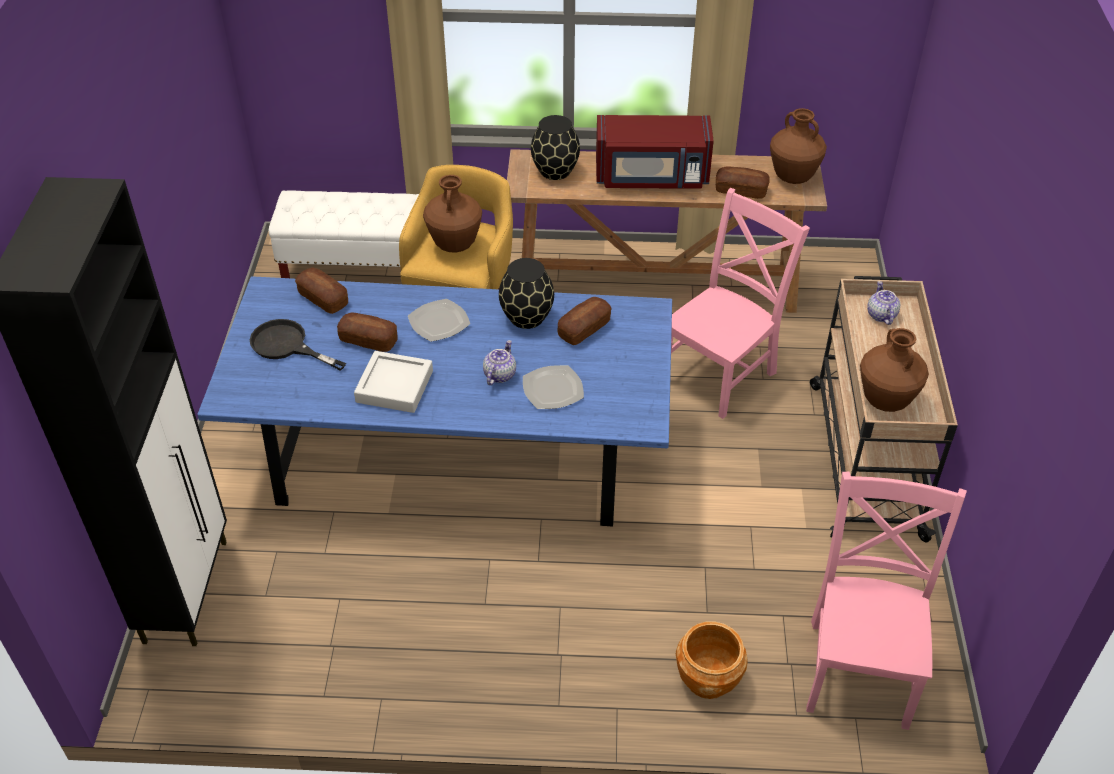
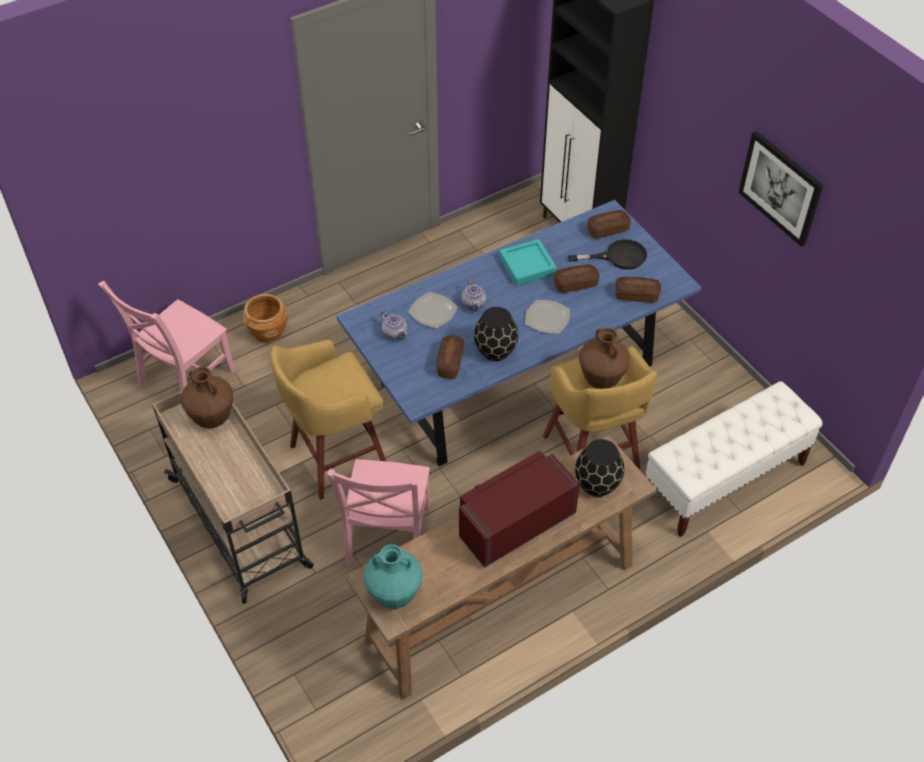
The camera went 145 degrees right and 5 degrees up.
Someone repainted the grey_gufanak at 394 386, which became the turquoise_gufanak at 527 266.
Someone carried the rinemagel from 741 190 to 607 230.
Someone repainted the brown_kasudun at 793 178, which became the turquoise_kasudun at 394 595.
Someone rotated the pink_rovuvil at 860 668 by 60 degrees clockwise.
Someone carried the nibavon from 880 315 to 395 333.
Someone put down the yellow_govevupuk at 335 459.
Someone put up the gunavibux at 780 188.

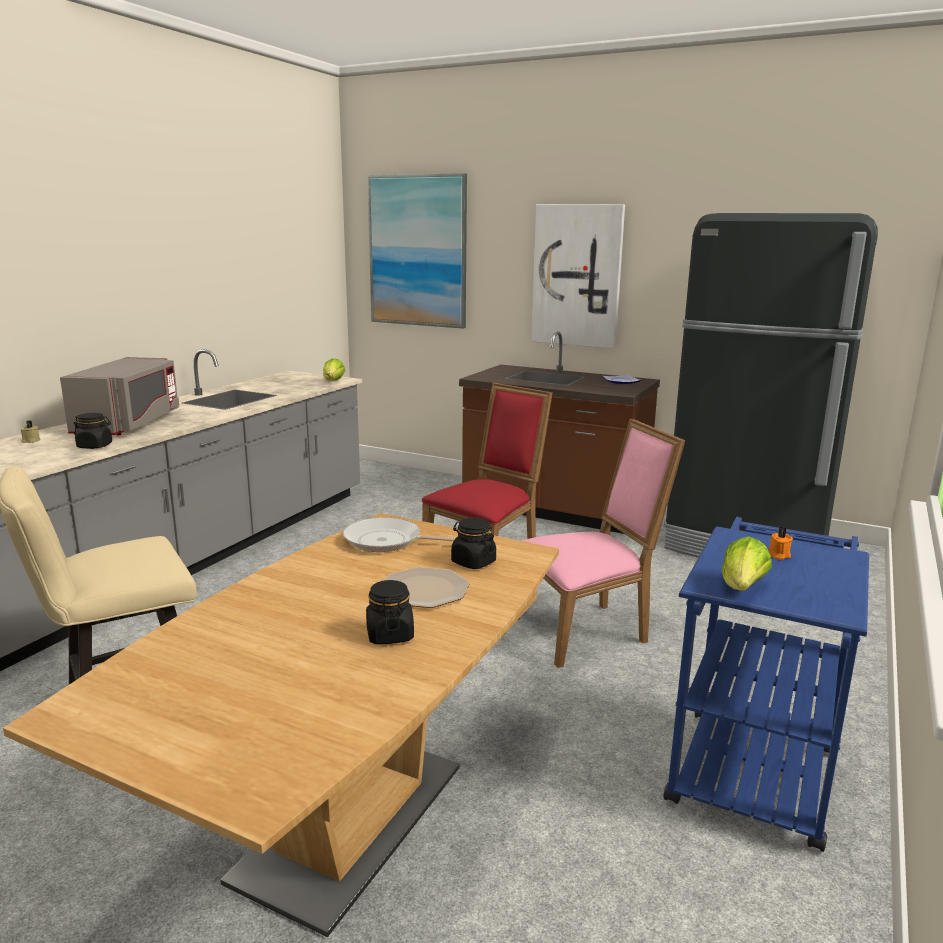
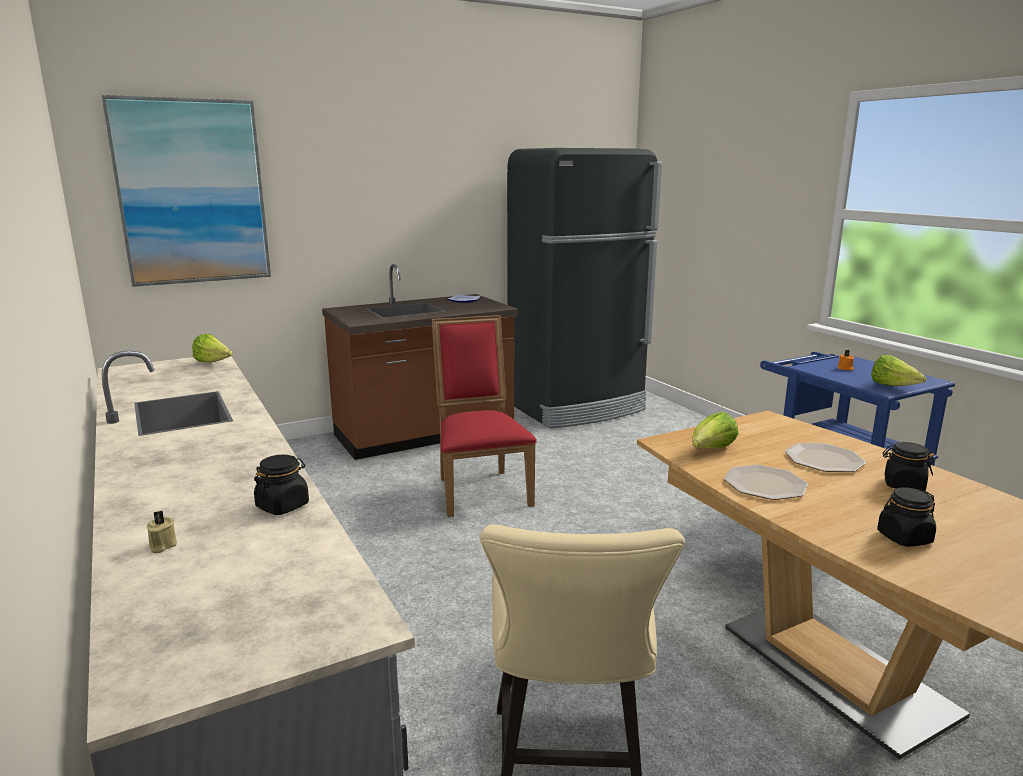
The camera went 55 degrees left and 0 degrees up.
Someone took away the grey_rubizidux at 129 424.
Someone swapped the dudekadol at 387 541 for the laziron at 711 450.
Someone carried the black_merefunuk from 473 562 to 904 538.
Someone took away the pink_rovuvil at 587 630.
Someone took away the gunavibux at 577 276.
Someone put down the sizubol at 765 484.

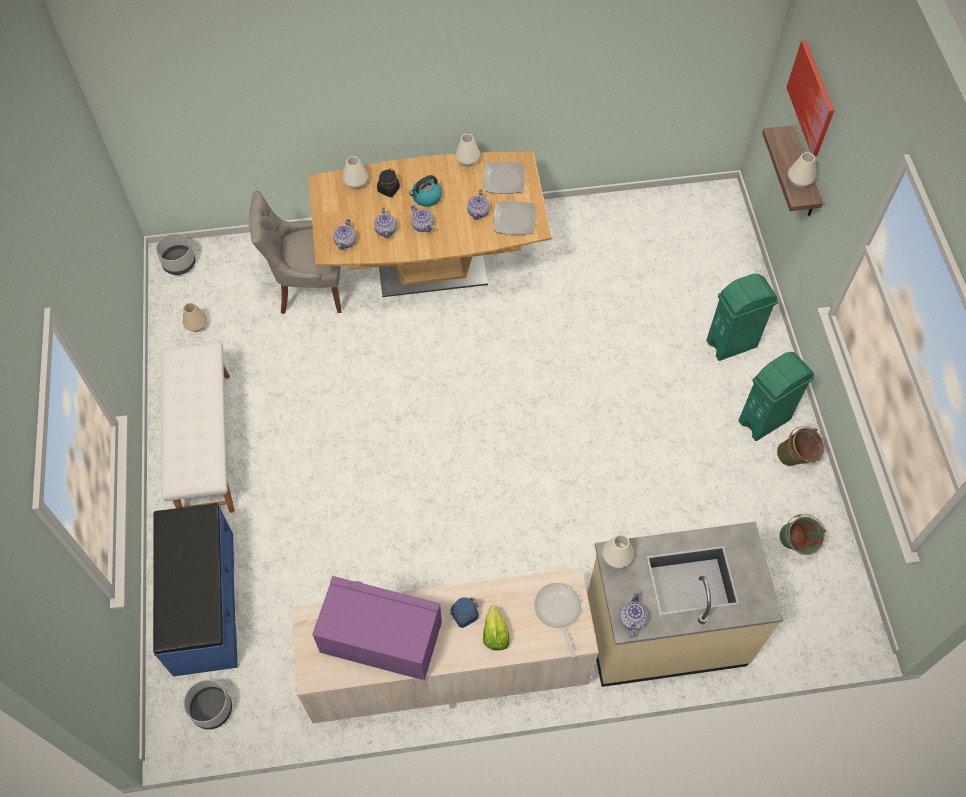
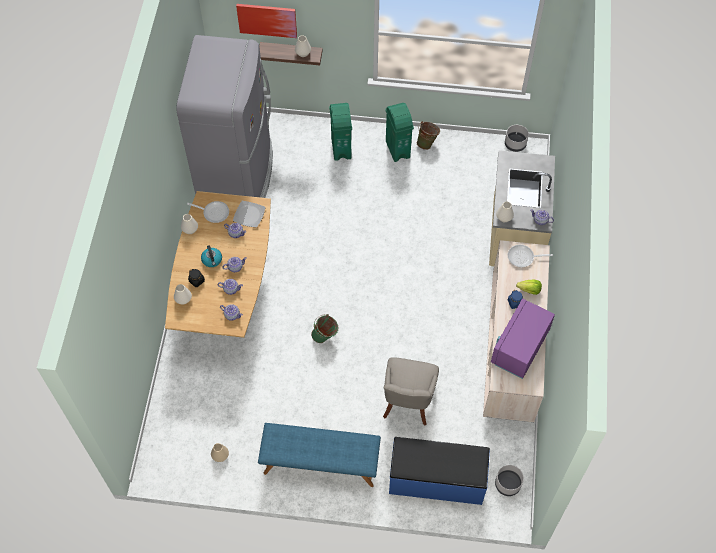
The camera went 75 degrees left and 0 degrees up.
Someone carried the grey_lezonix from 179 263 to 515 144.
Someone repainted the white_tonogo at 204 444, which became the blue_tonogo at 320 463.
Someone carried the grey_rovuvil from 309 288 to 407 403.
Someone swapped the sizubol at 504 179 for the dudekadol at 214 212.
Someone carried the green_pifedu from 794 547 to 325 337.
Someone put down the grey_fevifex at 238 176.

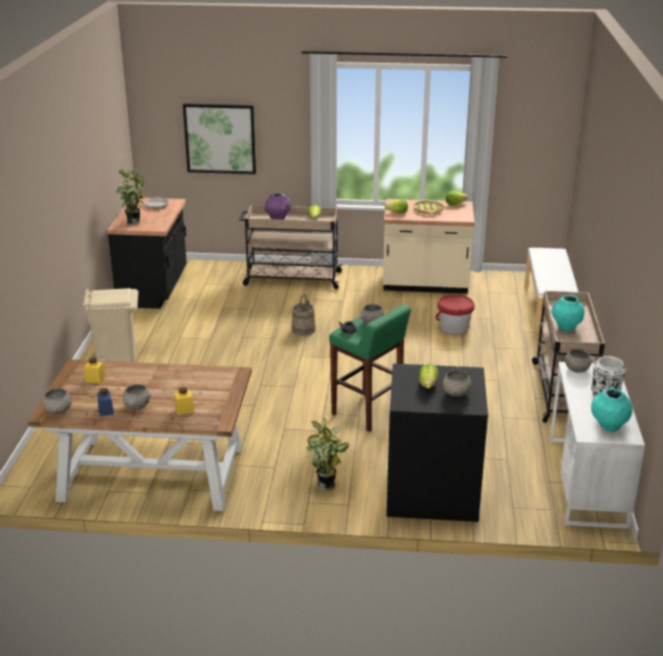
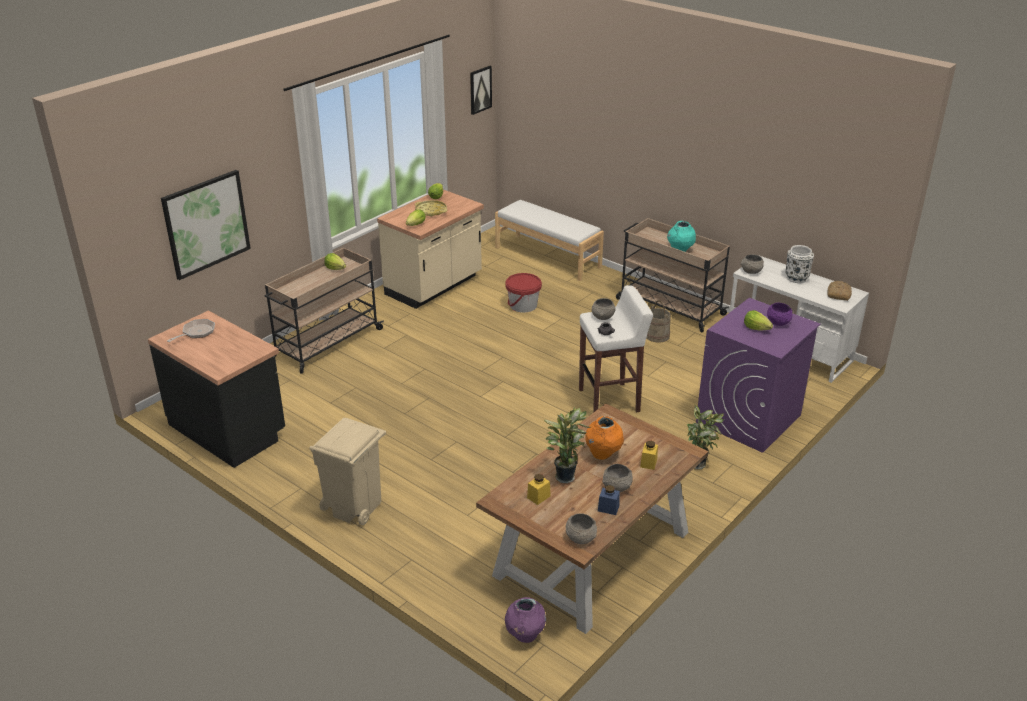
The camera went 55 degrees left and 5 degrees up.
Someone carried the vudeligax from 135 222 to 565 476.
Someone carried the purple_kasudun from 278 220 to 525 635.
Someone carried the beige_pifedu from 303 330 to 657 335.
Someone repainted the green_govevupuk at 367 413, which became the white_govevupuk at 610 400.
Someone repainted the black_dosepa at 431 492, which became the purple_dosepa at 748 419.
Someone repainted the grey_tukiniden at 456 393, which became the purple_tukiniden at 778 322.
Someone swapped the turquoise_kasudun at 609 427 for the rinemagel at 838 294.
Someone put up the gunavibux at 480 89.
Someone put down the orange_kasudun at 603 454.

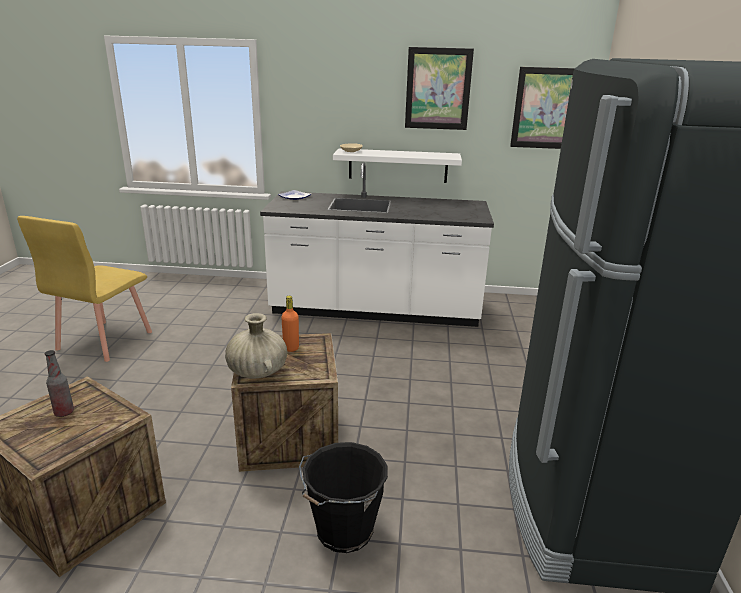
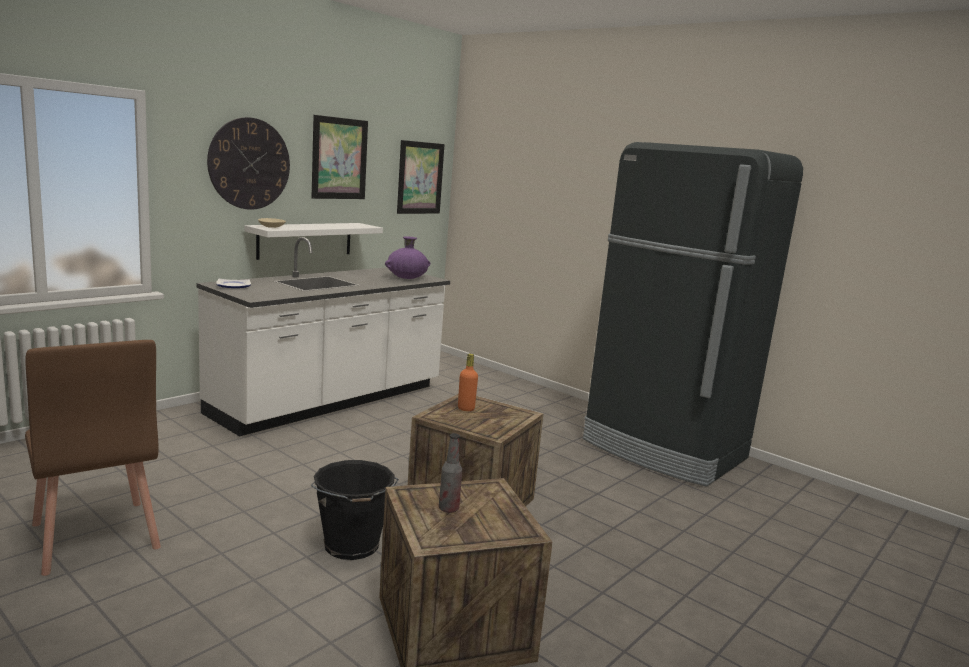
The camera went 55 degrees left and 10 degrees down.
Someone repainted the yellow_rovuvil at 104 341, which became the brown_rovuvil at 94 537.
Someone took away the beige_kasudun at 258 371.
Someone carried the black_pifedu from 343 532 to 351 546.
Someone put up the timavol at 249 164.
Someone put down the purple_kasudun at 406 278.

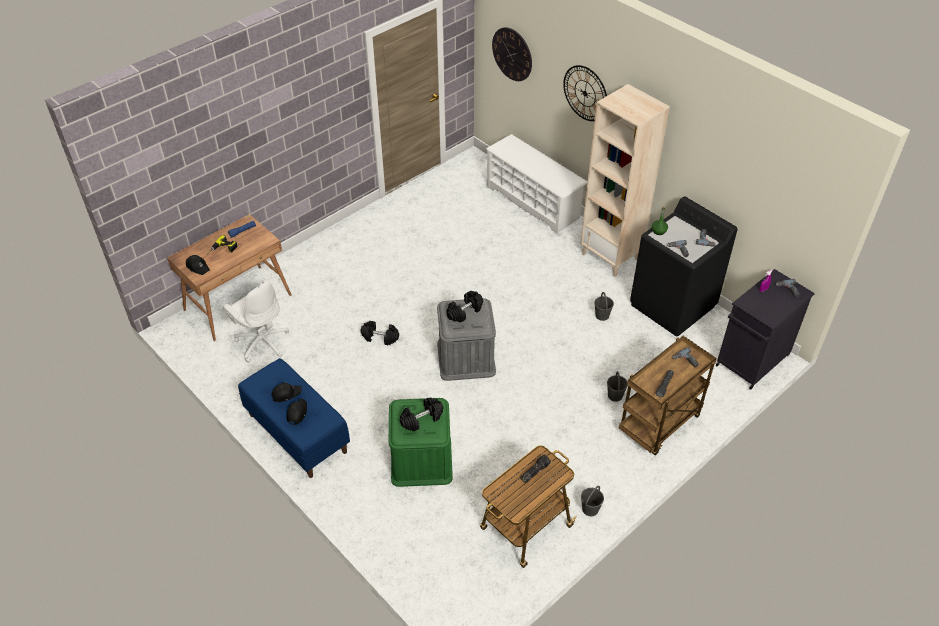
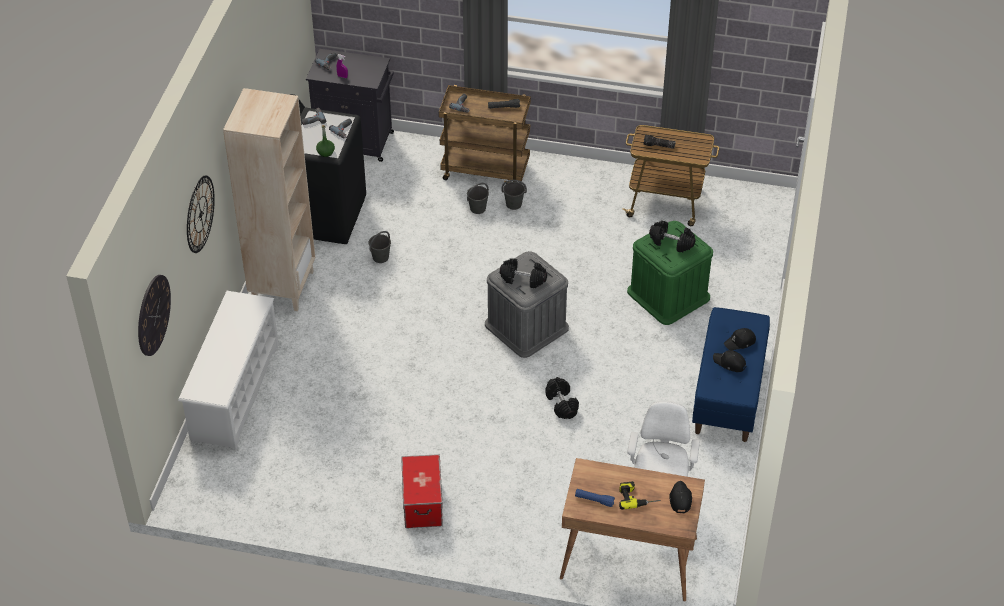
The camera went 125 degrees left and 0 degrees up.
Someone carried the grey_pifedu from 590 509 to 514 204.
Someone put down the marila at 422 503.

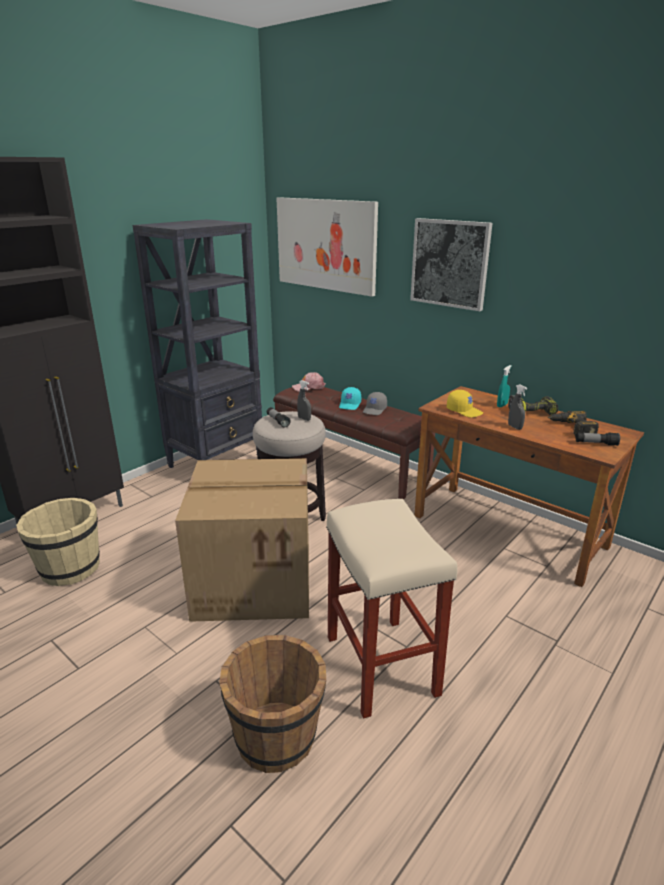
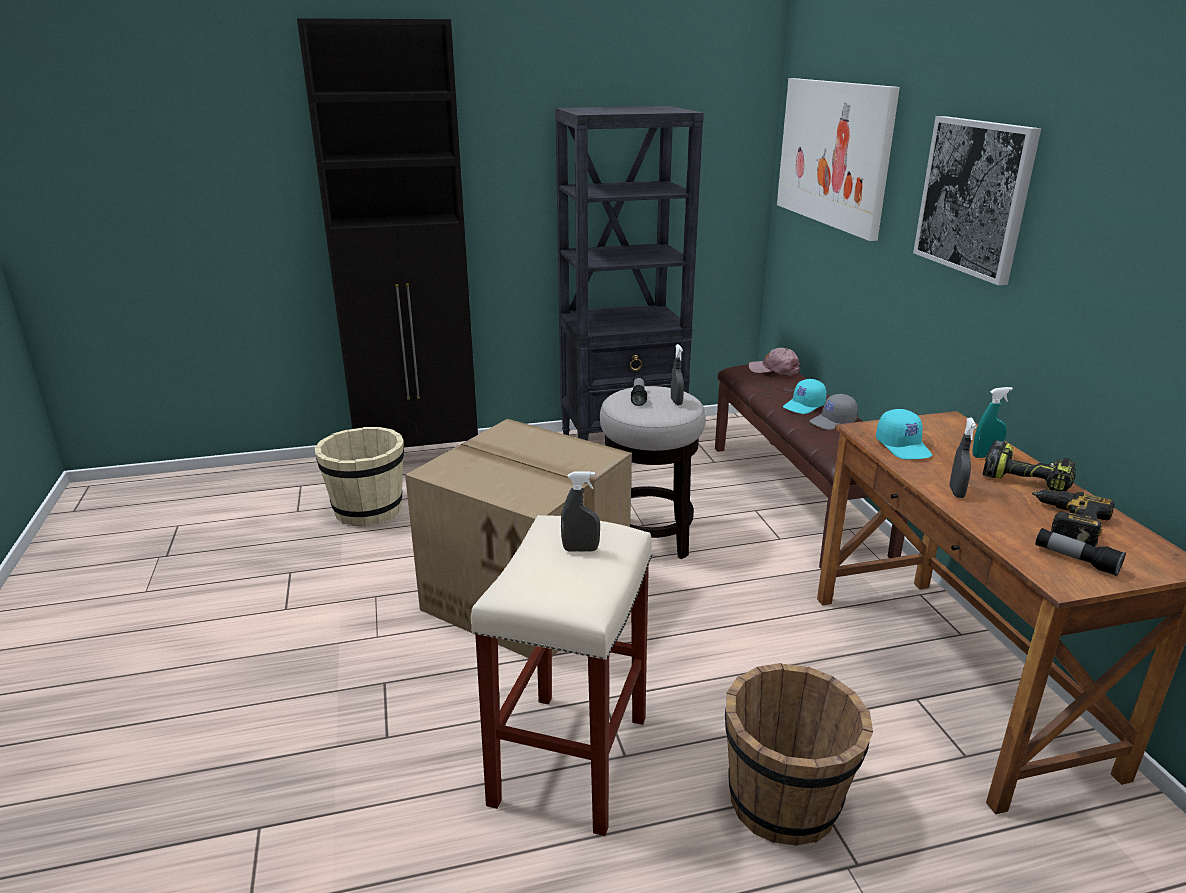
The camera went 35 degrees right and 0 degrees up.
Someone carried the brown_pifedu from 277 736 to 785 802.
Someone repainted the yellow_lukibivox at 464 411, which became the turquoise_lukibivox at 904 447.
Someone put down the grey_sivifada at 580 549.

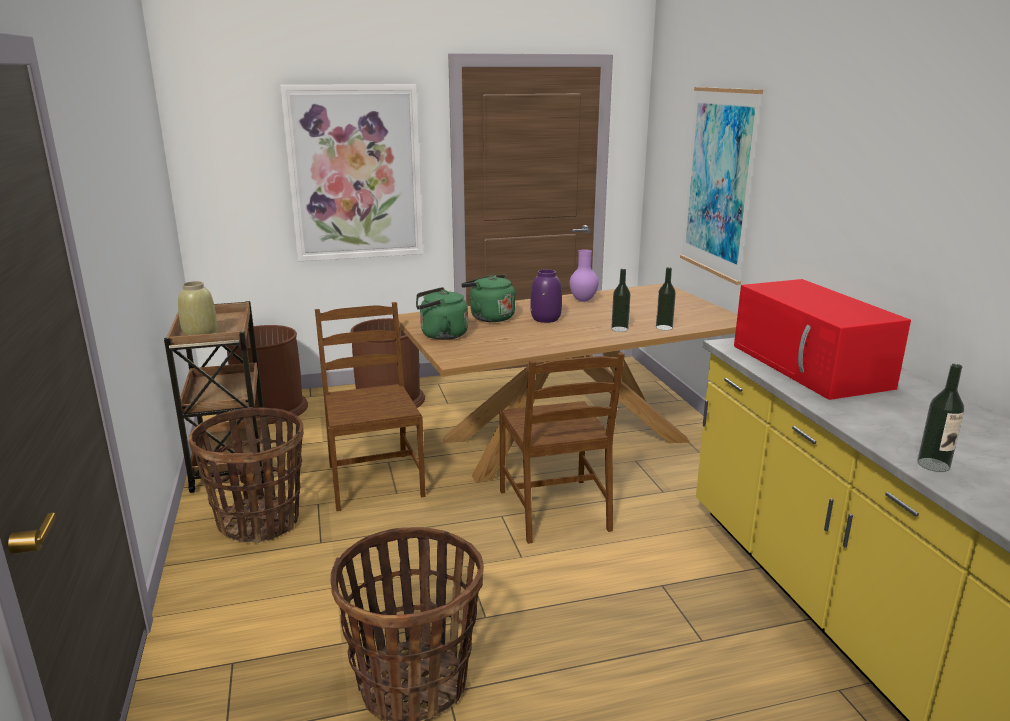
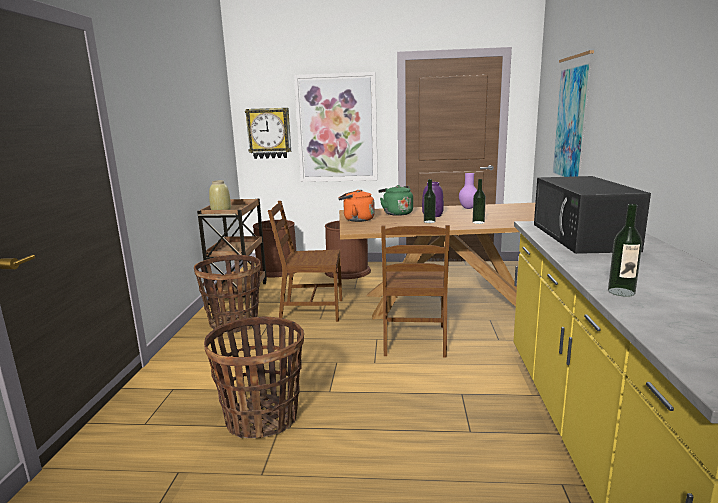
The camera went 20 degrees right and 5 degrees down.
Someone rotated the brown_rovuvil at 373 480 by 90 degrees counterclockwise.
Someone repainted the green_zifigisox at 441 335, which became the orange_zifigisox at 356 219.
Someone carried the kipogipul from 664 327 to 429 221.
Someone repainted the red_rubizidux at 811 367, which became the black_rubizidux at 583 237.
Someone put up the timavol at 269 133.

